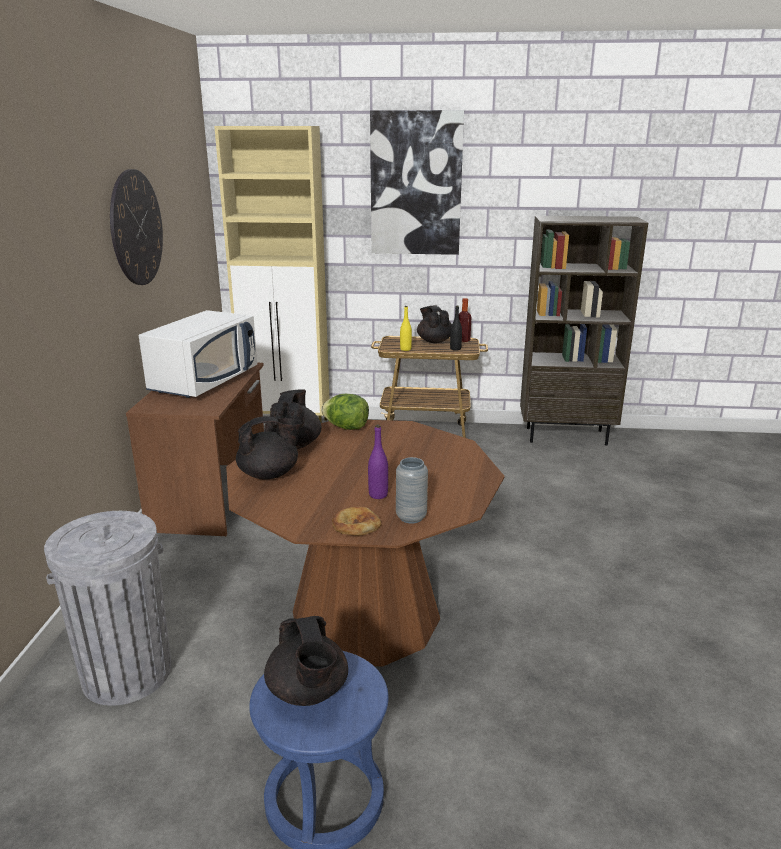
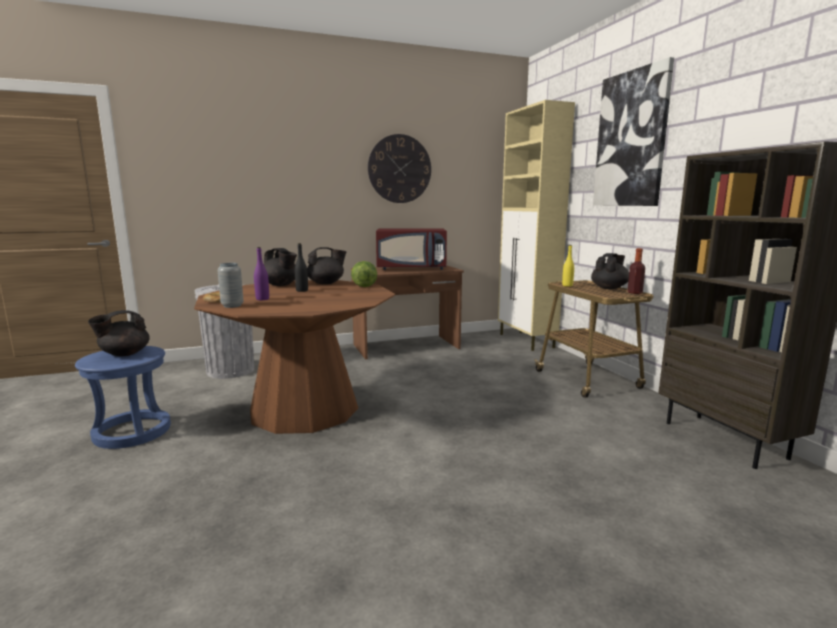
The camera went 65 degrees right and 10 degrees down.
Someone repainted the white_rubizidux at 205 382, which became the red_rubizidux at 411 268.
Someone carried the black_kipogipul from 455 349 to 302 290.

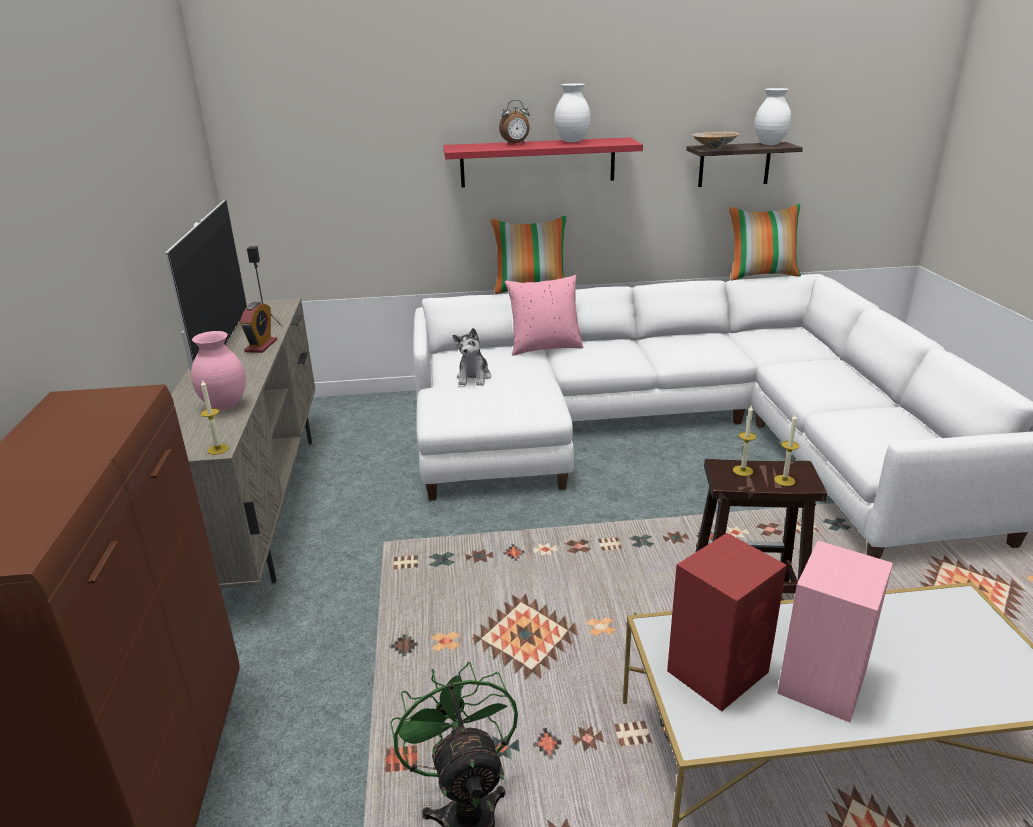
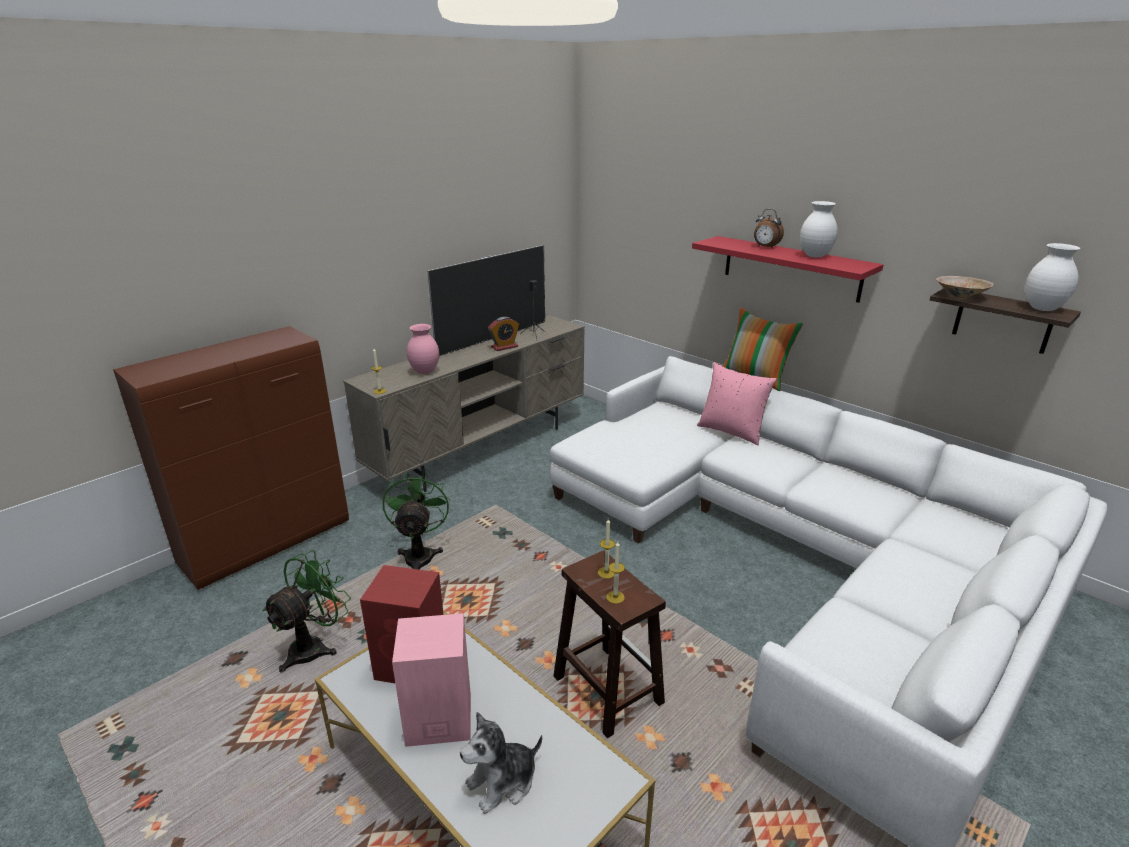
The camera went 50 degrees right and 0 degrees up.
Someone carried the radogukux from 474 377 to 503 782.
Someone took away the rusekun at 761 275.
Someone put down the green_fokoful at 420 555.

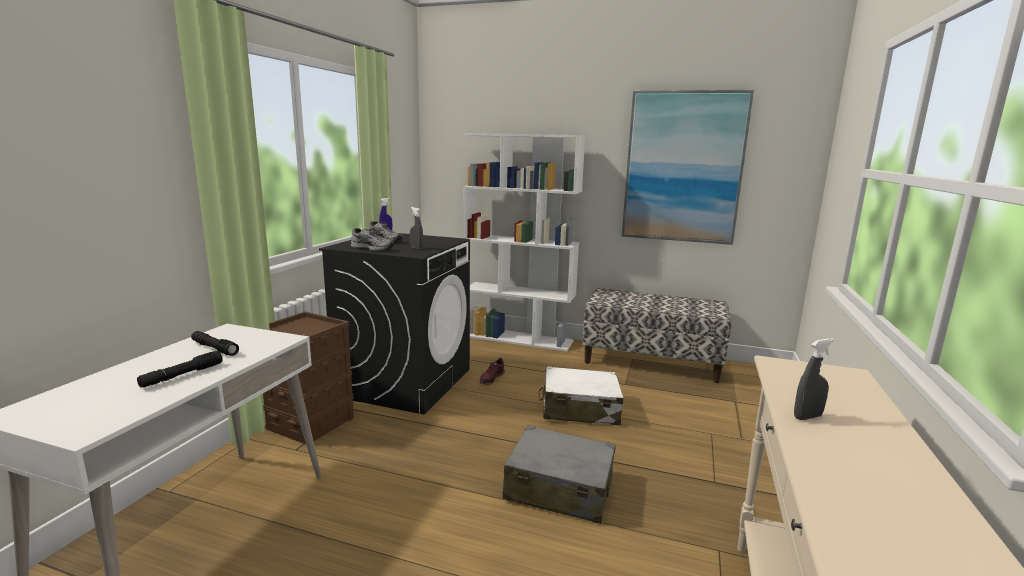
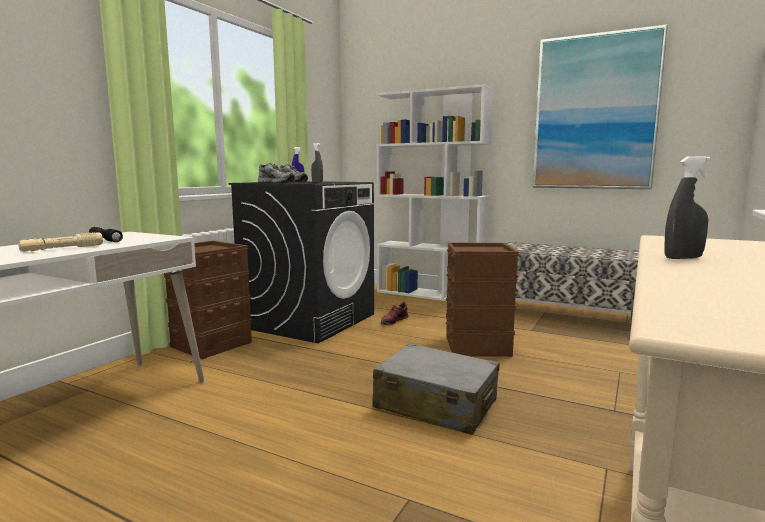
The camera went 10 degrees right and 5 degrees down.
Someone repainted the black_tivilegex at 182 375, which became the beige_tivilegex at 62 249.
Someone swapped the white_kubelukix at 579 409 for the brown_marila at 477 346.

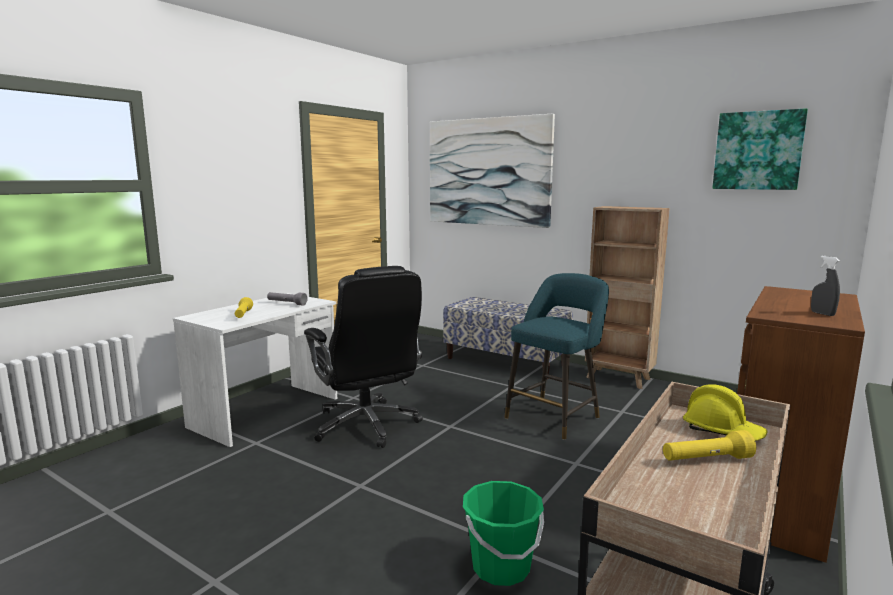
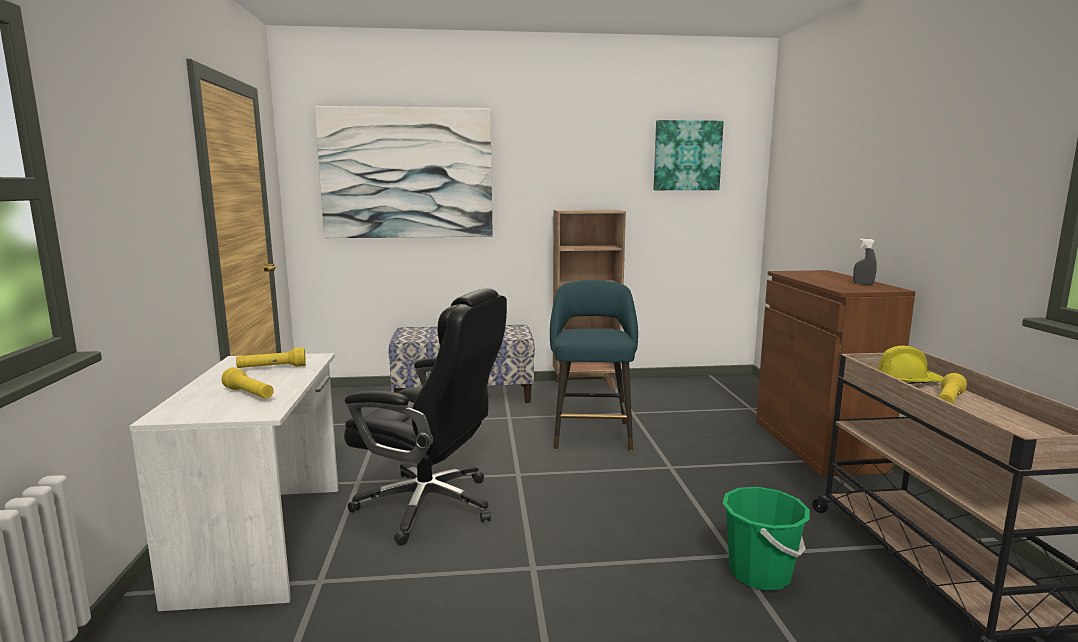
The camera went 40 degrees left and 0 degrees up.
Someone repainted the grey_tivilegex at 286 303, which became the yellow_tivilegex at 272 368.

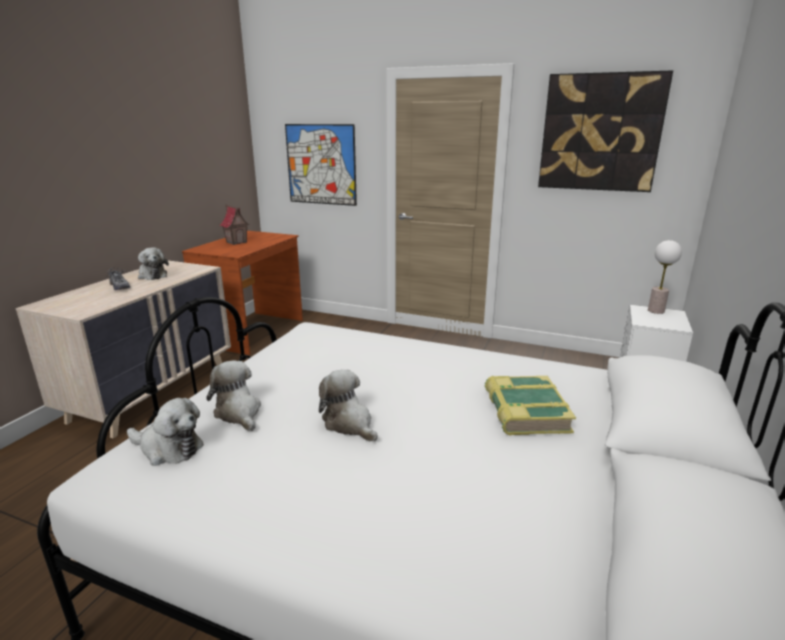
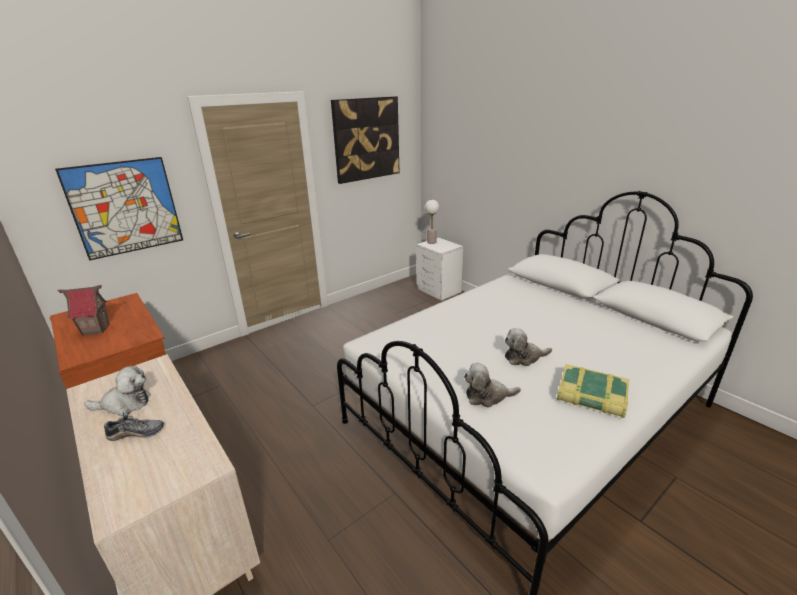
The camera went 60 degrees left and 5 degrees up.
Someone took away the radogukux at 168 448.
Someone carried the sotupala from 525 411 to 591 396.

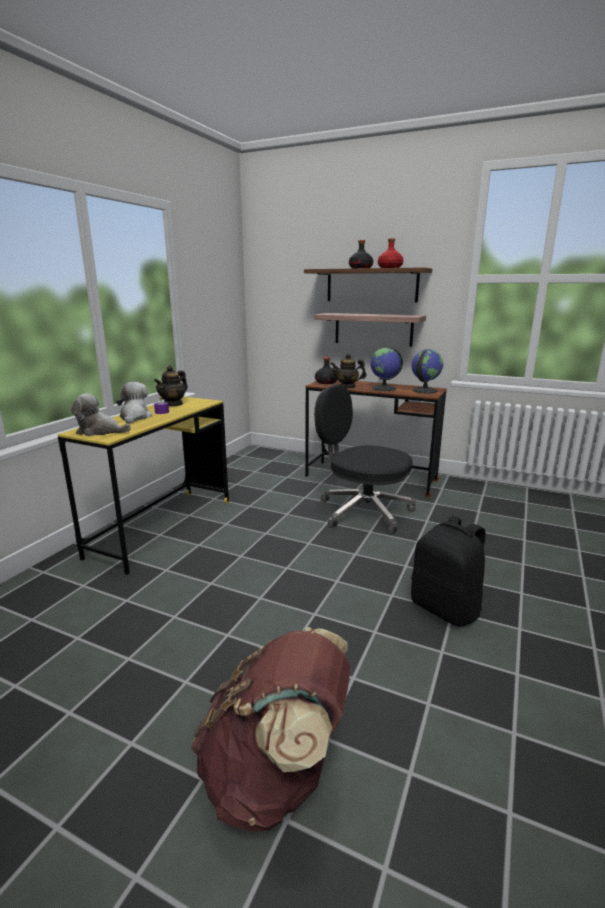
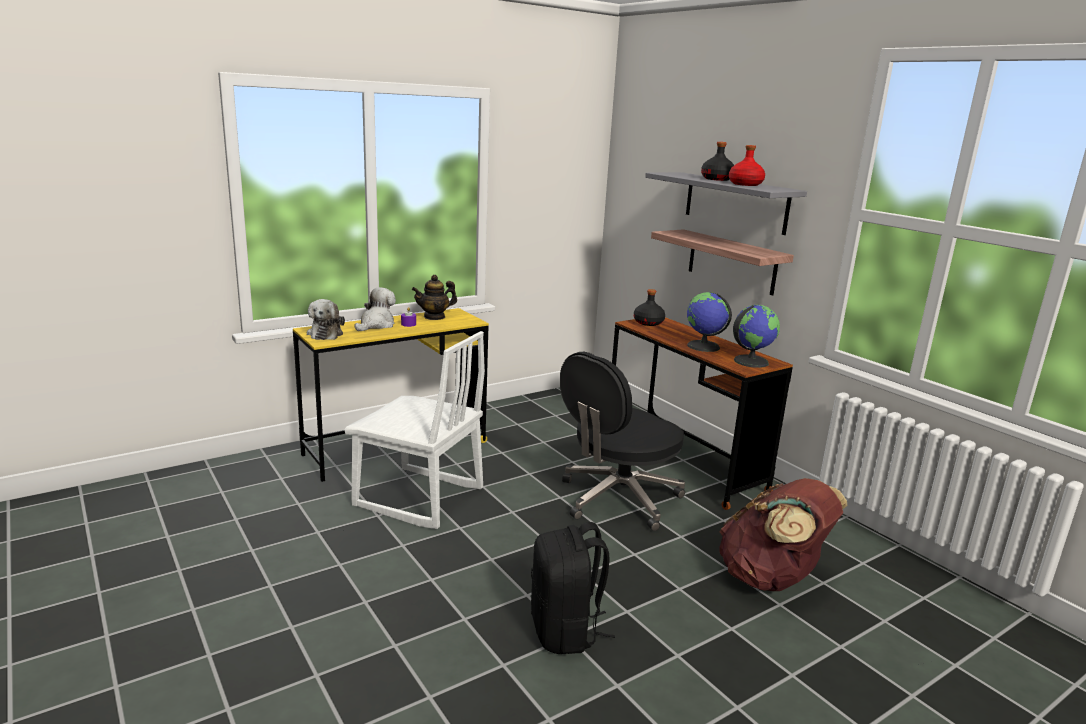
The camera went 30 degrees right and 0 degrees up.
Someone rotated the radogukux at 100 431 by 135 degrees counterclockwise.
Someone carried the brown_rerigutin from 275 775 to 771 579.
Someone repainted the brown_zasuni at 371 285, which became the grey_zasuni at 735 202.
Someone rotated the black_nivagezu at 363 511 by 105 degrees counterclockwise.
Someone took away the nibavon at 347 386.
Someone put down the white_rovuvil at 418 498.

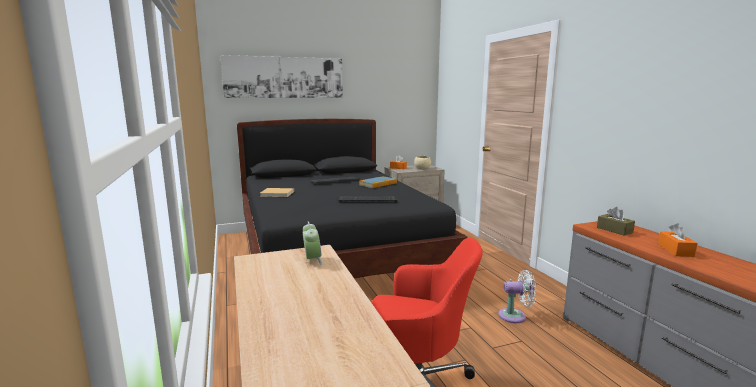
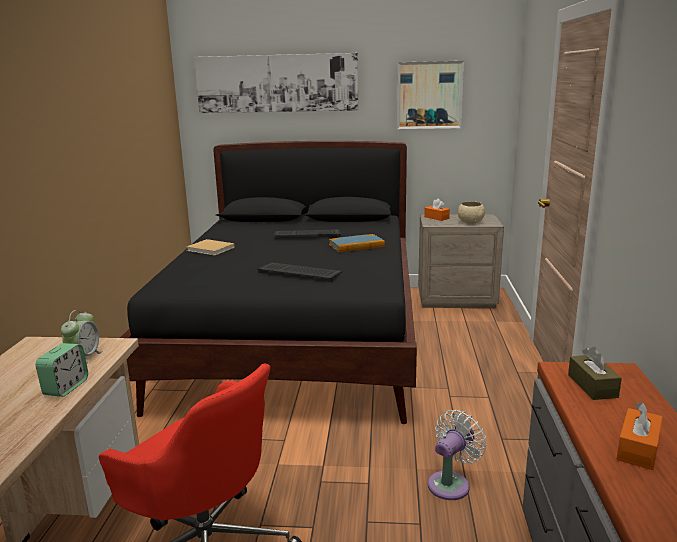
The camera went 25 degrees right and 5 degrees up.
Someone rotated the white_fokoful at 515 316 by 75 degrees counterclockwise.
Someone put down the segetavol at 66 387.
Someone put up the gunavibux at 429 95.

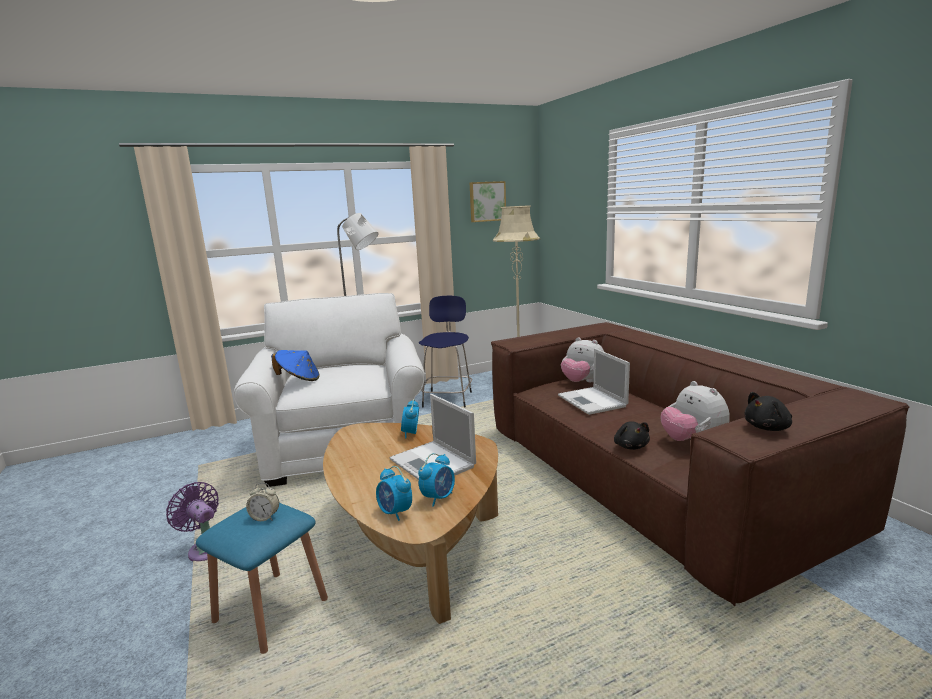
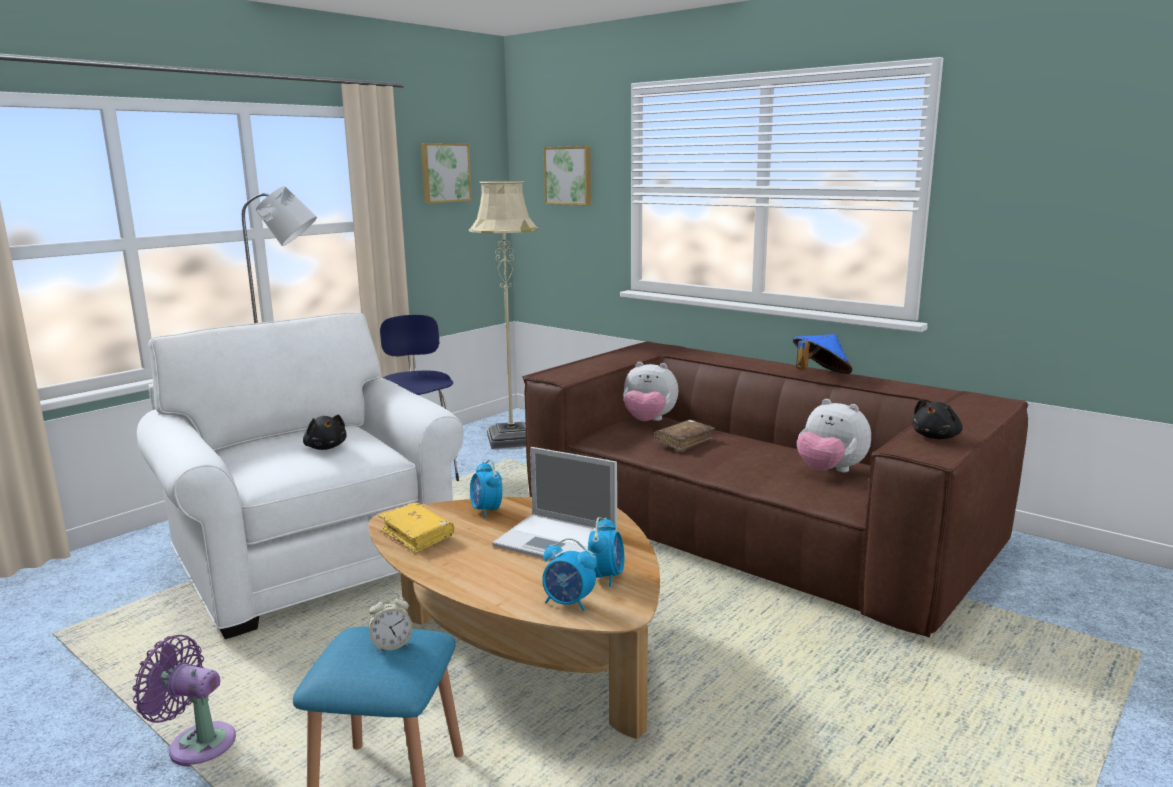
The camera went 25 degrees left and 0 degrees up.
Someone carried the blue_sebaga from 299 380 to 820 375.
Someone swapped the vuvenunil at 593 401 for the brown_sotupala at 684 442.
Someone carried the black_radogukux from 630 446 to 326 447.
Someone put down the yellow_sotupala at 417 535.
Someone put up the gunavibux at 569 175.

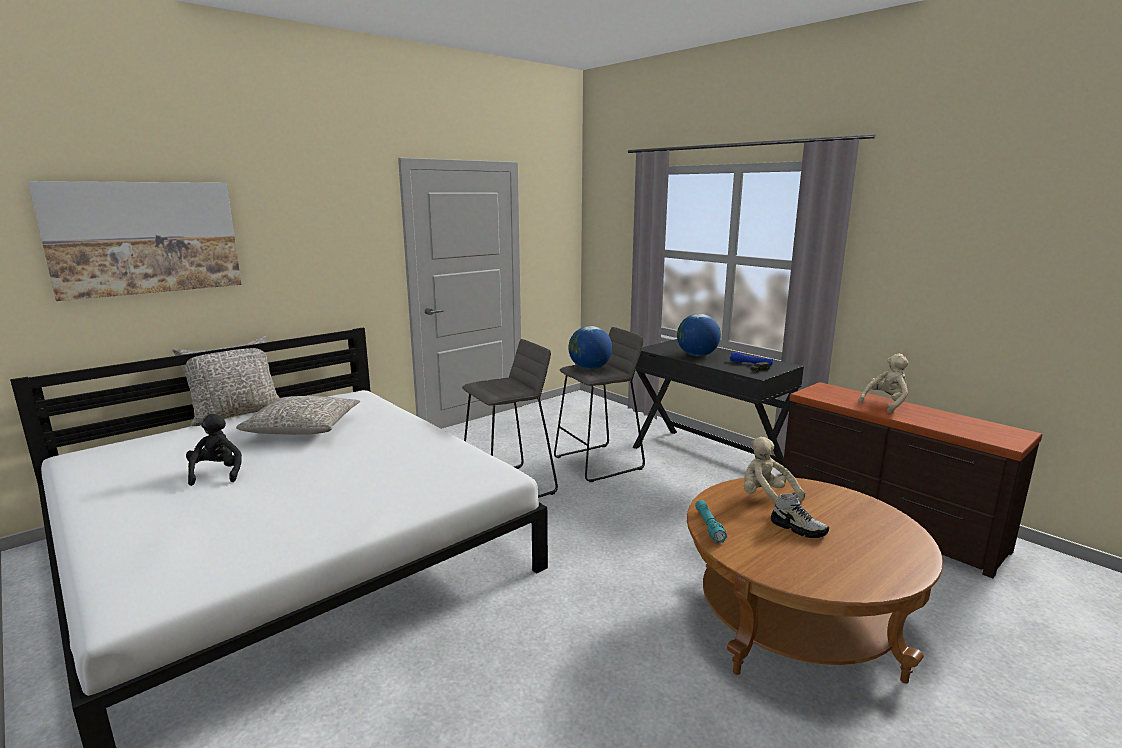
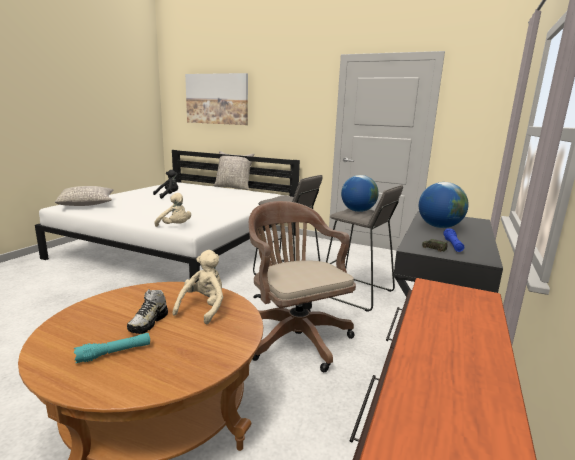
The camera went 65 degrees right and 0 degrees up.
Someone carried the grey_rusekun from 304 428 to 87 204.
Someone carried the turquoise_tivilegex from 709 526 to 114 353.
Someone carried the beige_radogukux from 885 404 to 175 227.
Someone put down the brown_nivagezu at 294 336.

